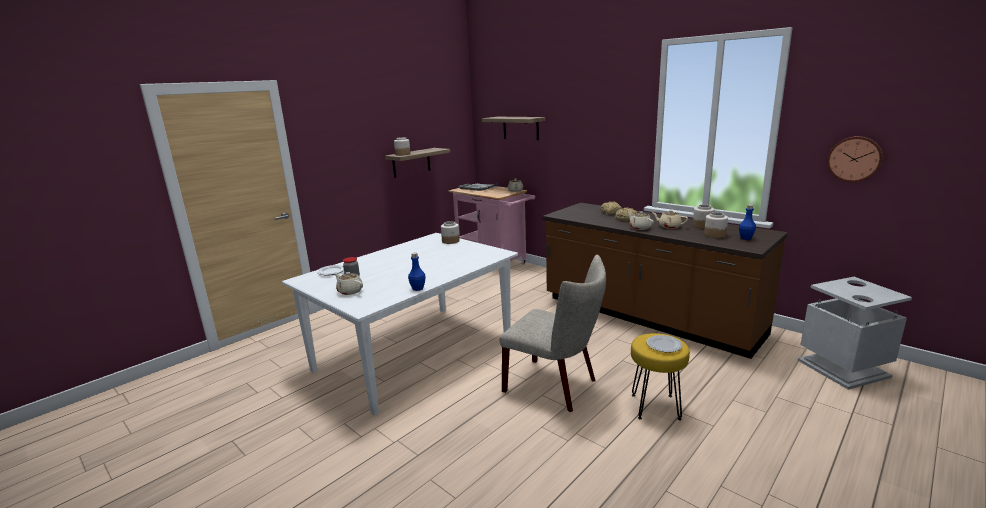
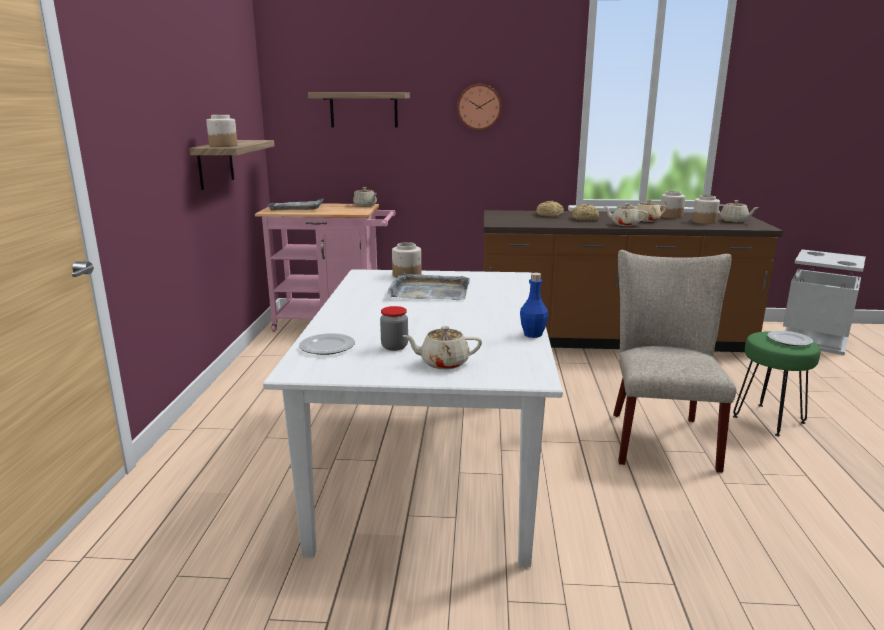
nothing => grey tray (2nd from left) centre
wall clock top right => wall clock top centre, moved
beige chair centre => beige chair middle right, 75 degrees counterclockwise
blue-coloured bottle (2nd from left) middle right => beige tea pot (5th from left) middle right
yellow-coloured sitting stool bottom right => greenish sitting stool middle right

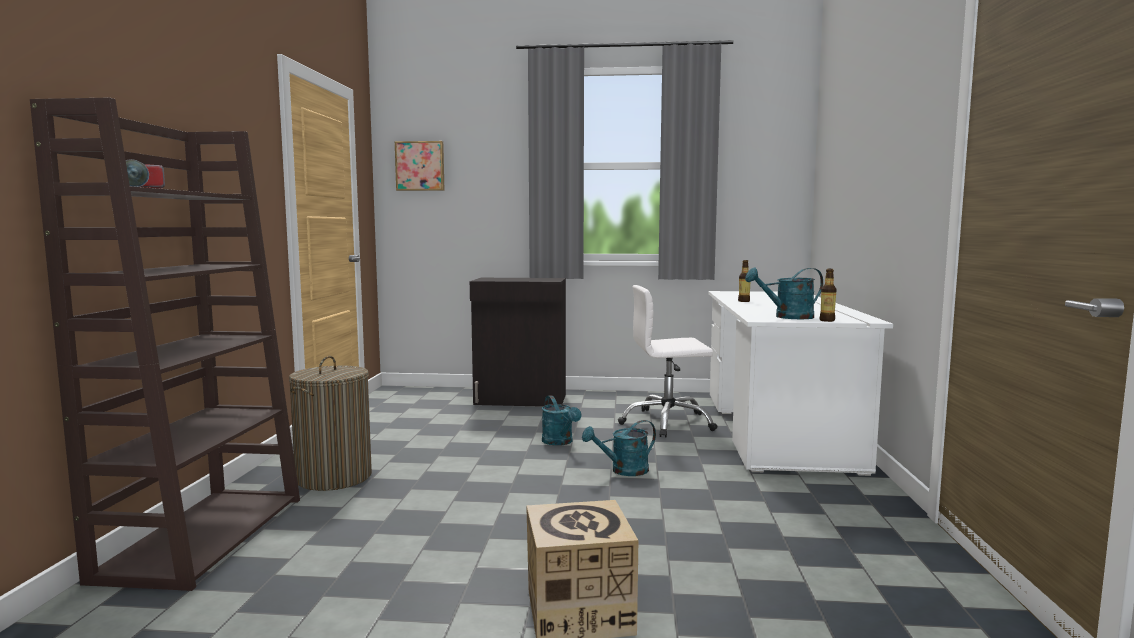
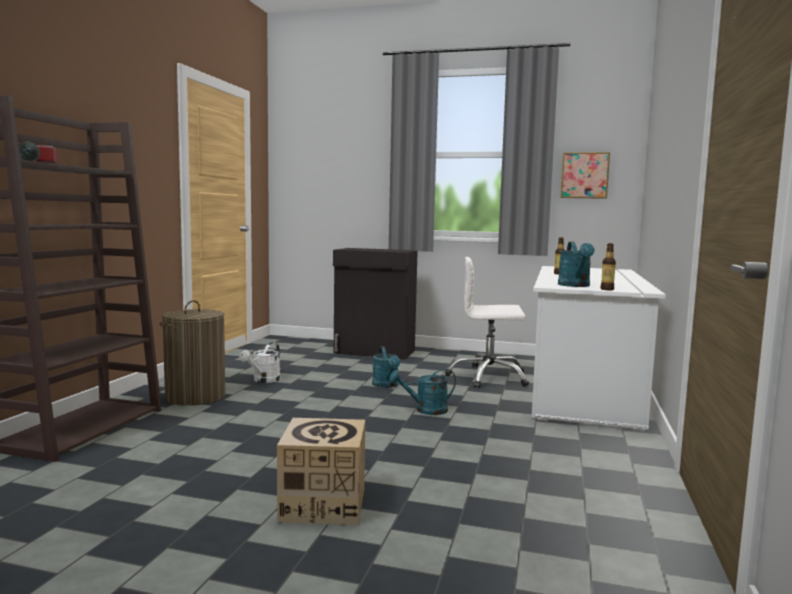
nothing => white-coloured sprinkling can middle left
turquoise sprinkling can (3rd from left) middle right, 90 degrees counterclockwise
wall art top centre => wall art top right, moved

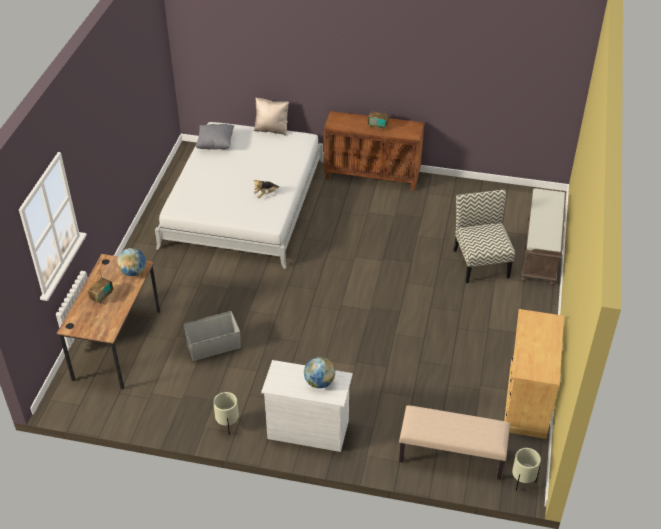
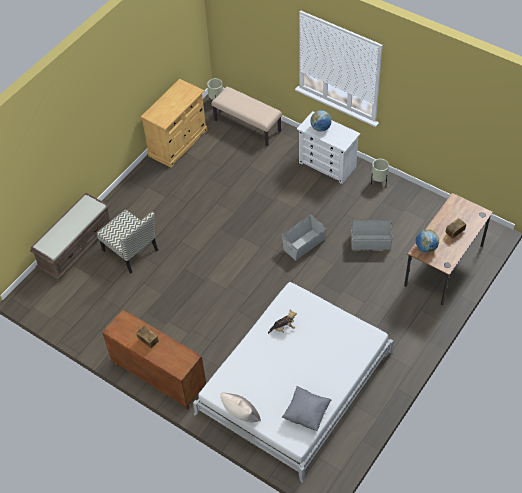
chair middle right => chair middle left, 60 degrees counterclockwise
nothing => grey storage box (1st from left) centre

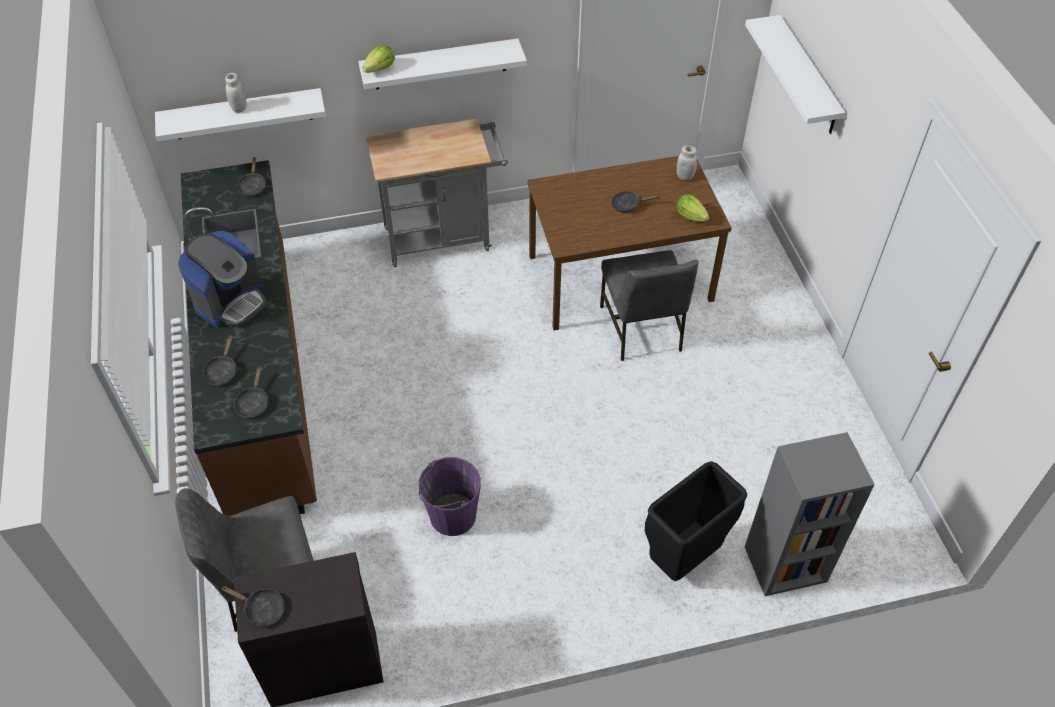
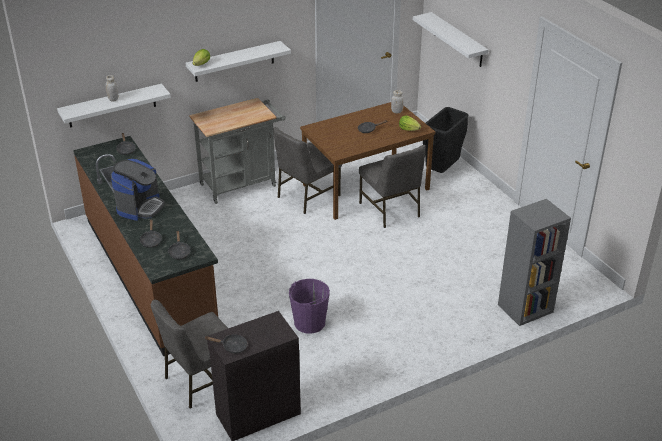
nothing => grey chair (2nd from left) centre
blackish trash can bottom centre => blackish trash can top right, moved

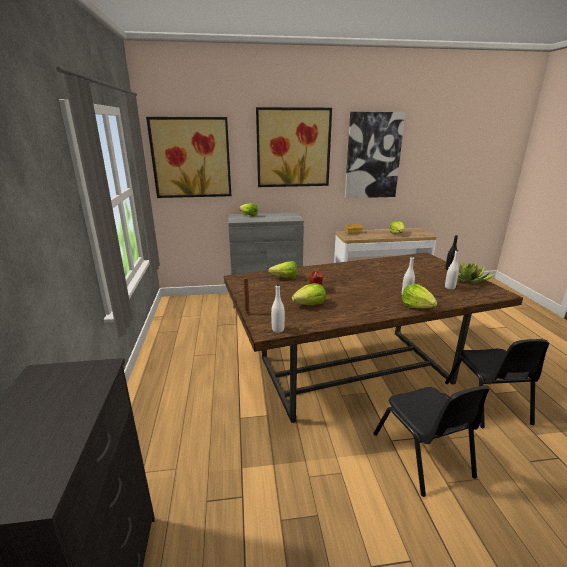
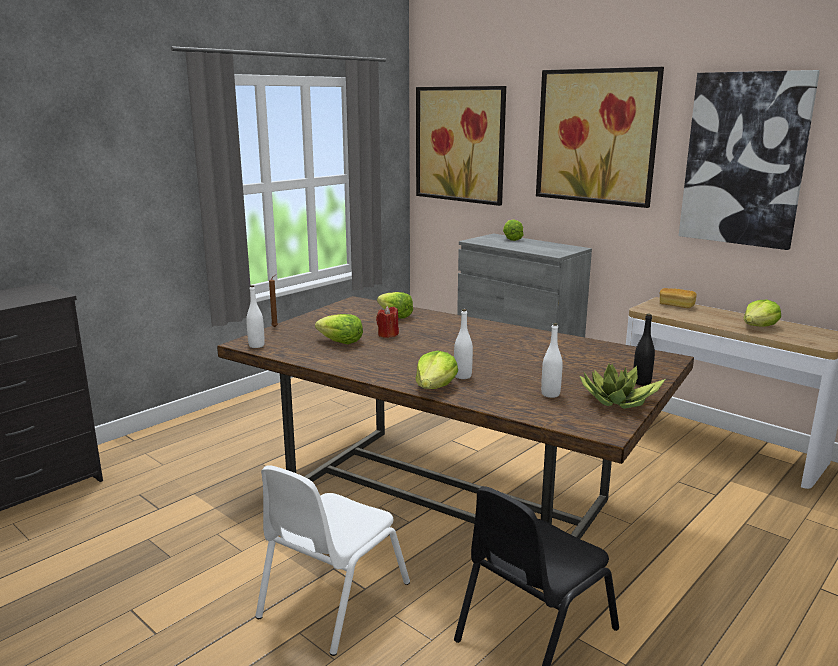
blackish chair (1st from left) bottom right => white-coloured chair bottom centre

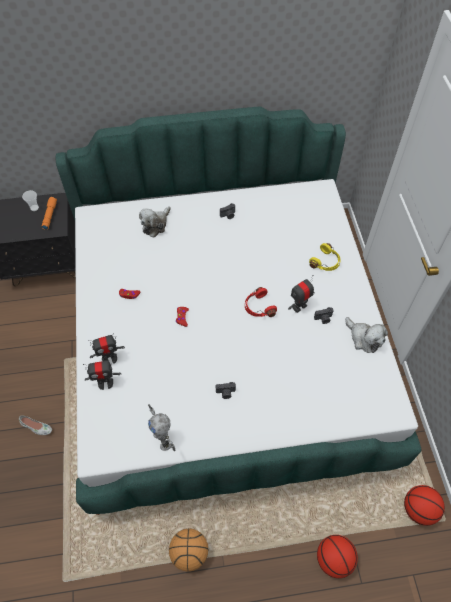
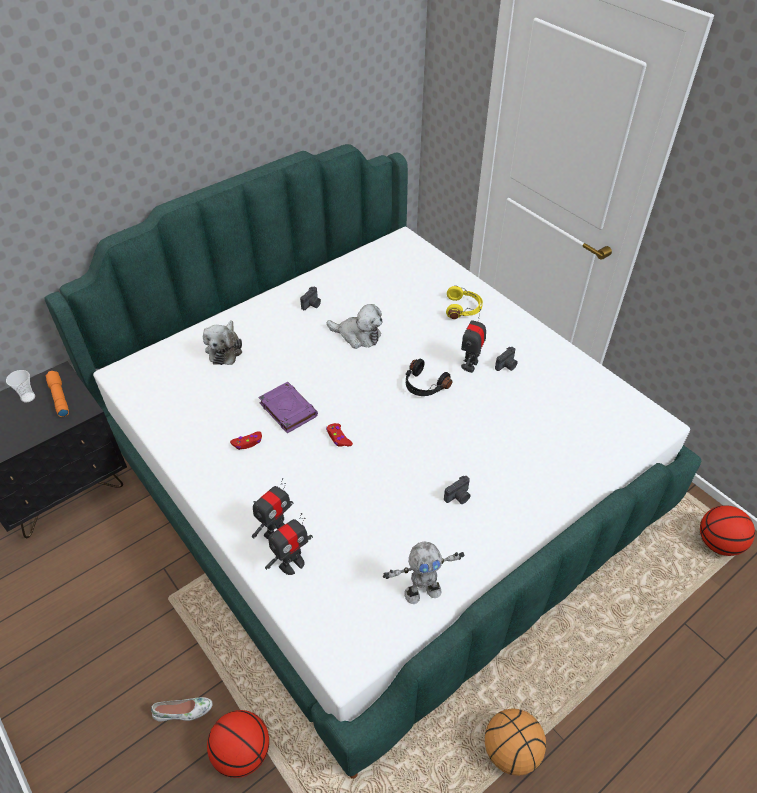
ball for basketball (2nd from left in the first image) bottom right => ball for basketball (1st from left) bottom left, moved
nothing => purplish bound book centre
cuddly toy (2nd from left) middle right => cuddly toy (2nd from left) centre, moved
toy robot (3rd from left) bottom centre, 45 degrees counterclockwise
red headphones centre => blackish headphones centre

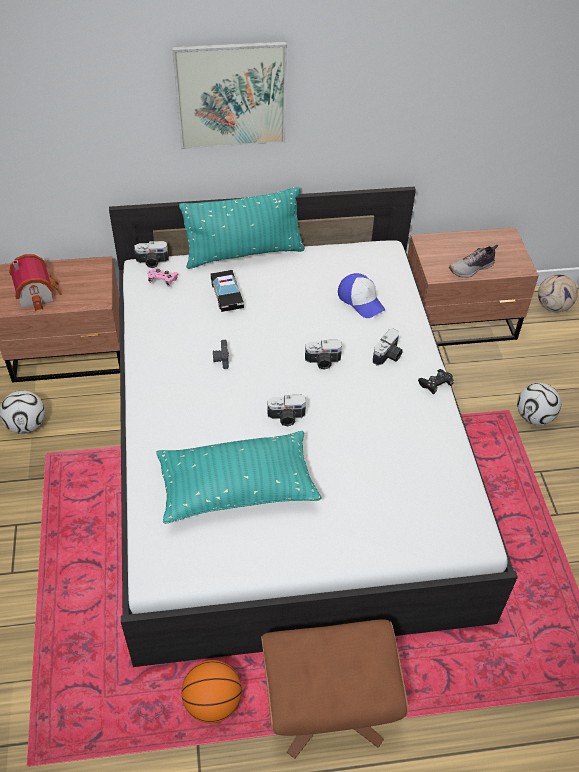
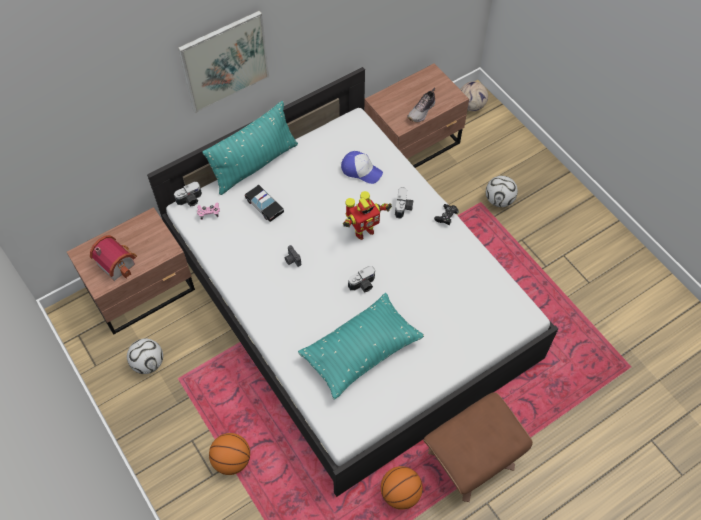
nothing => ball for basketball (1st from left) bottom left
photo camera (4th from left) centre => toy robot centre

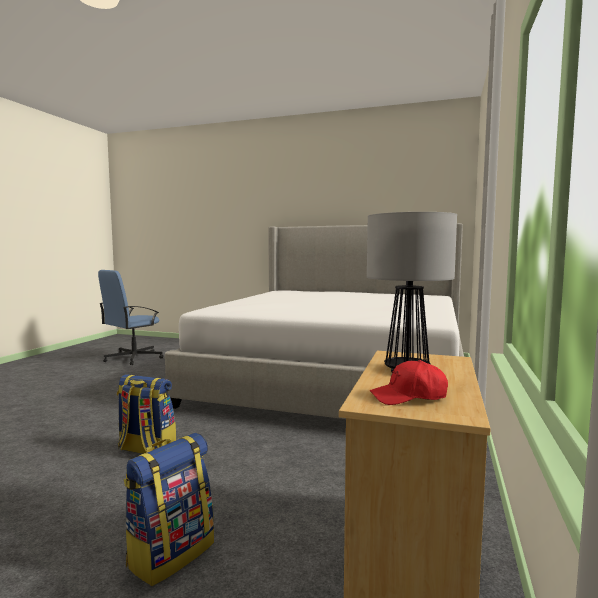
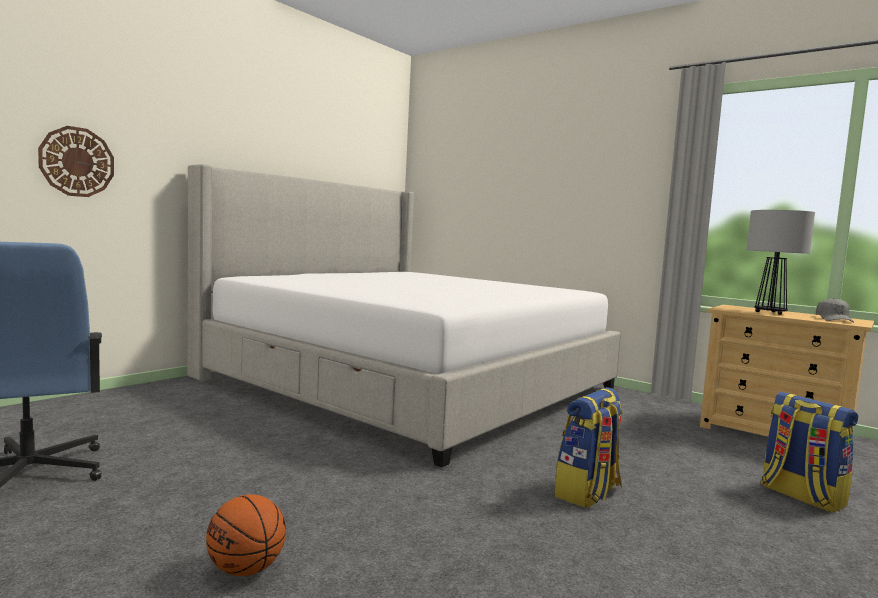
nothing => wall clock top left
nothing => ball for basketball bottom left
red cap middle right => grey cap middle right

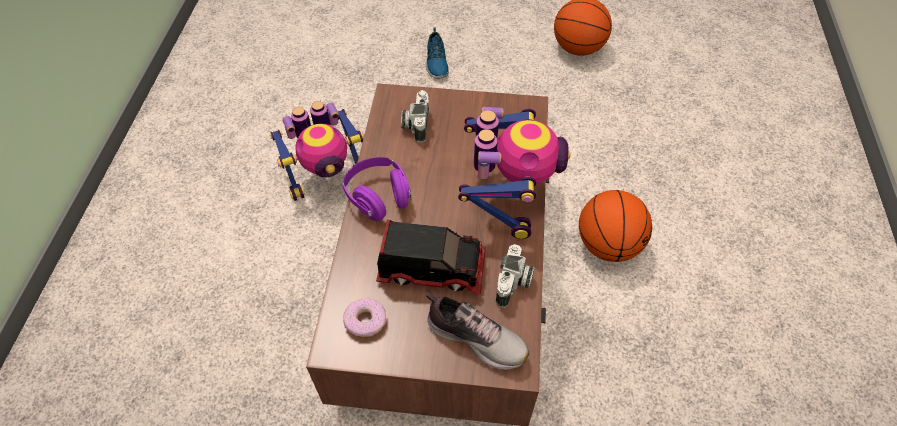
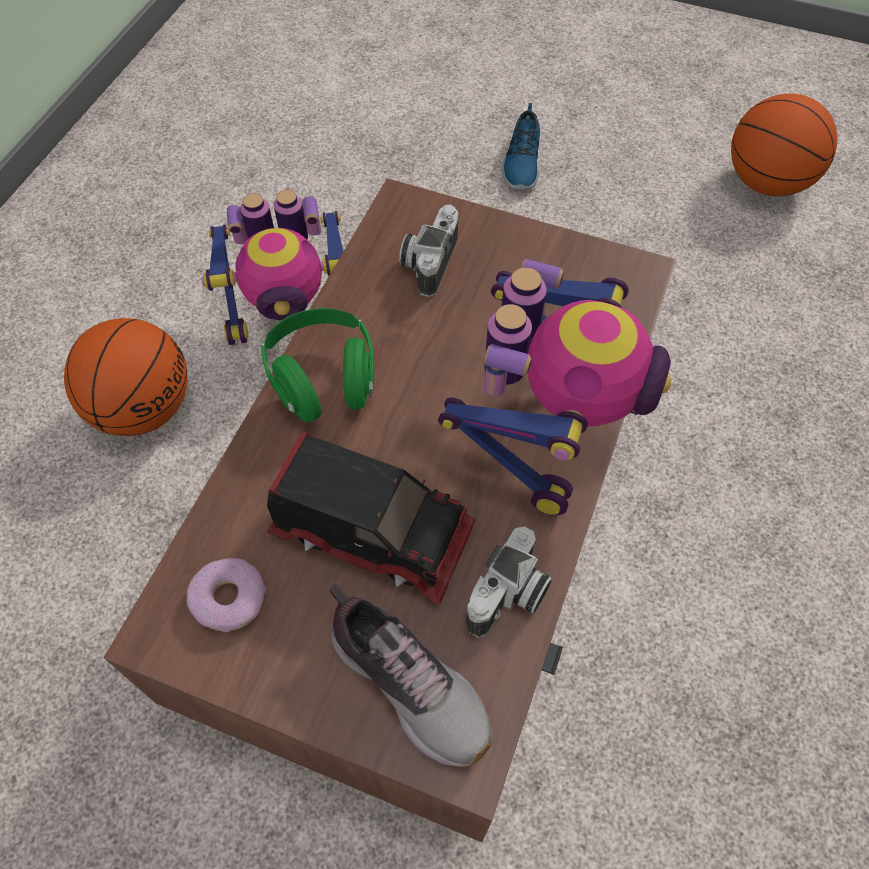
ball for basketball (2nd from left in the first image) middle right => ball for basketball (1st from left) middle left, moved
purplish headphones centre => greenish headphones centre

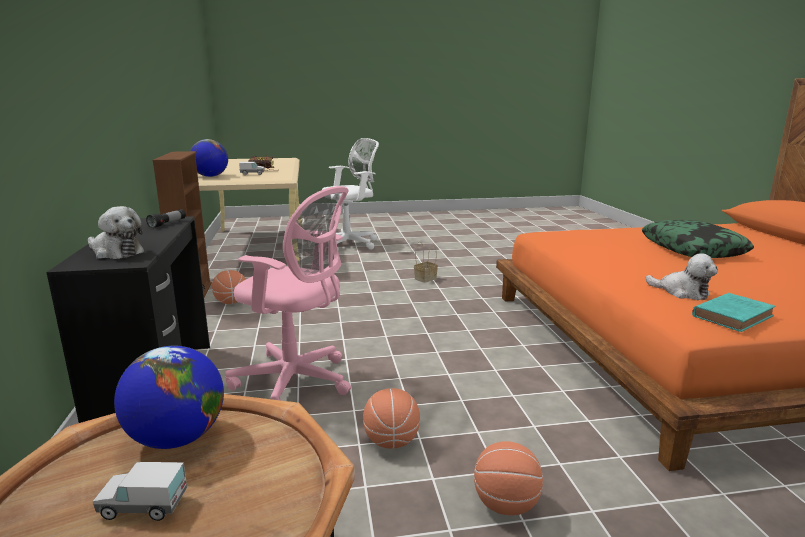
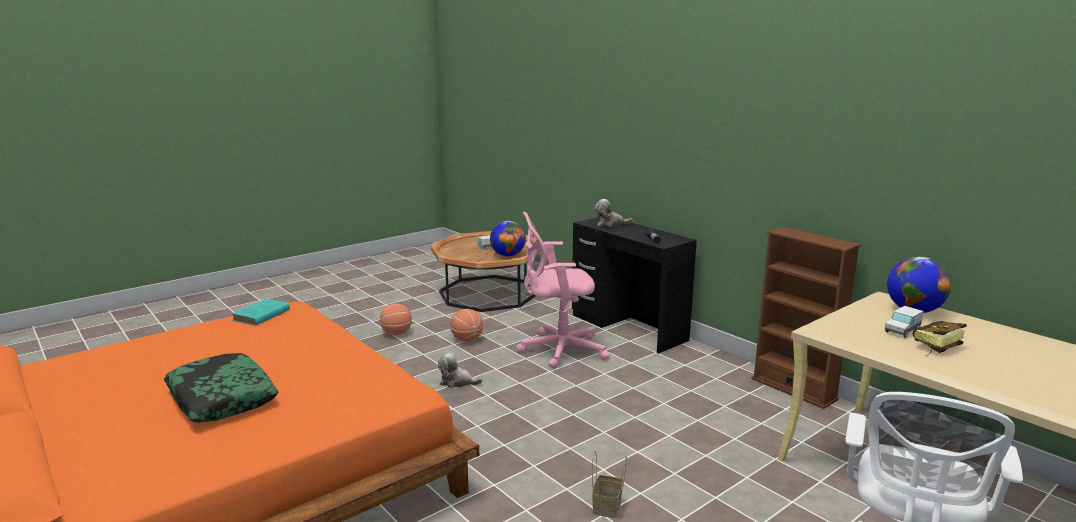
cuddly toy (2nd from left in the first image) middle right => cuddly toy (1st from left) bottom centre, moved
ball for basketball (1st from left) middle left => nothing

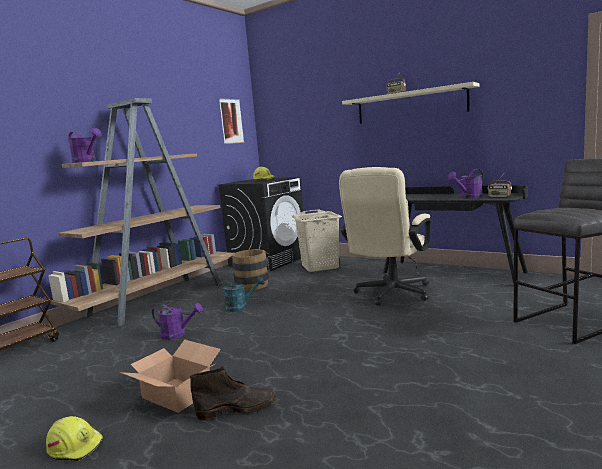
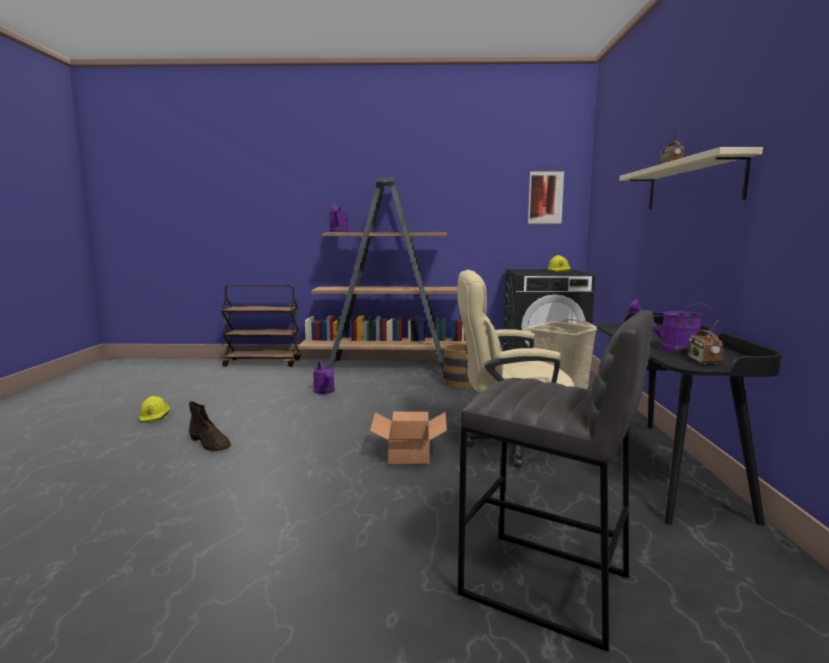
cardboard box bottom left => cardboard box centre, moved
turquoise sprinkling can centre => nothing

